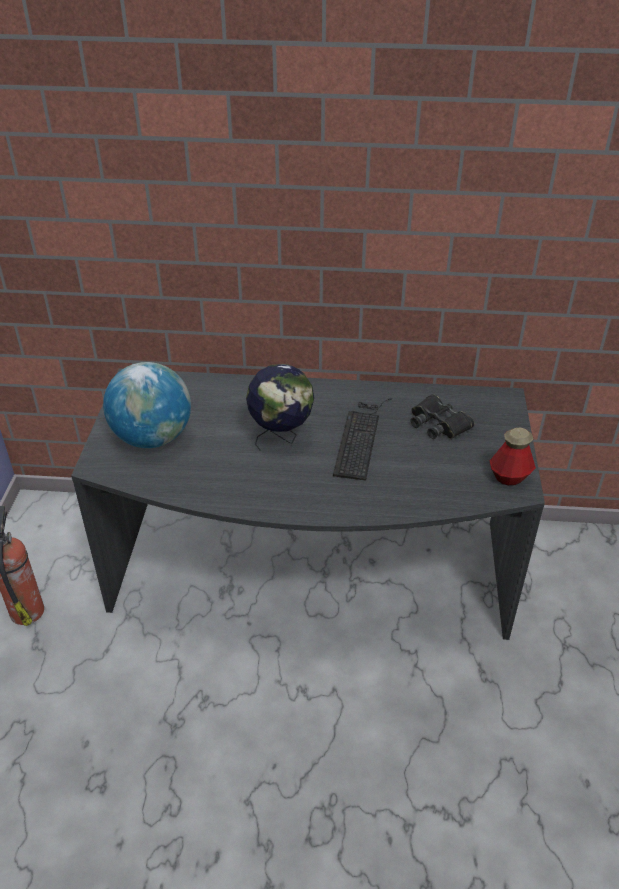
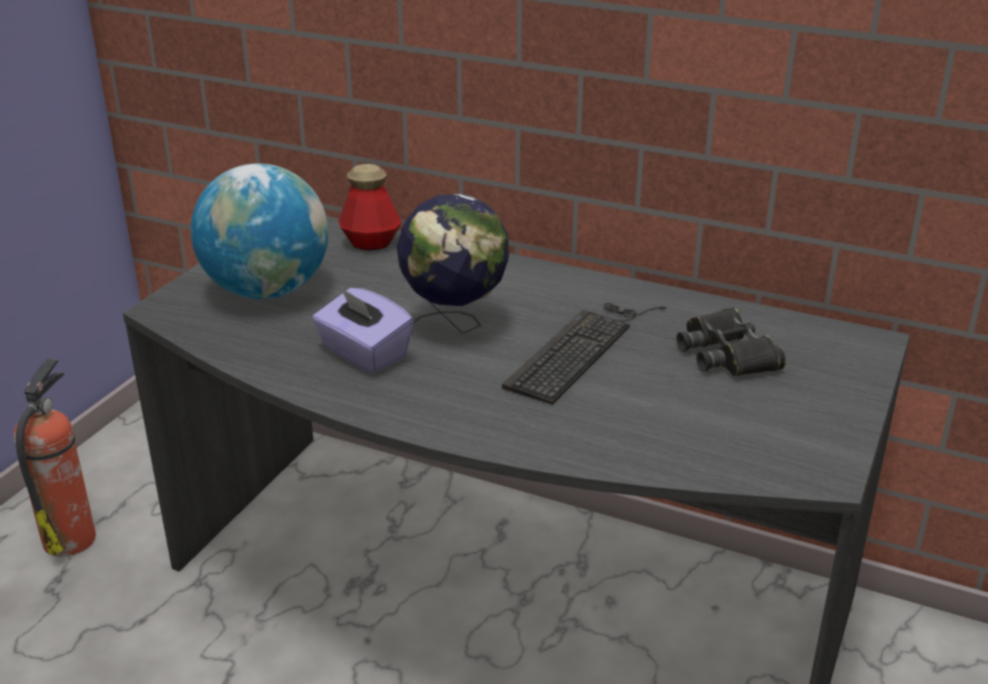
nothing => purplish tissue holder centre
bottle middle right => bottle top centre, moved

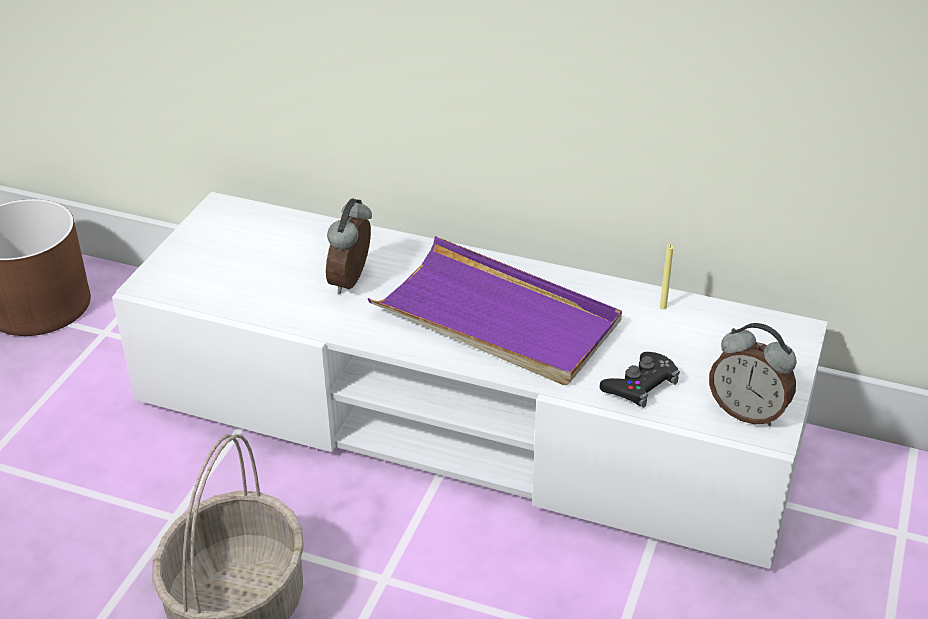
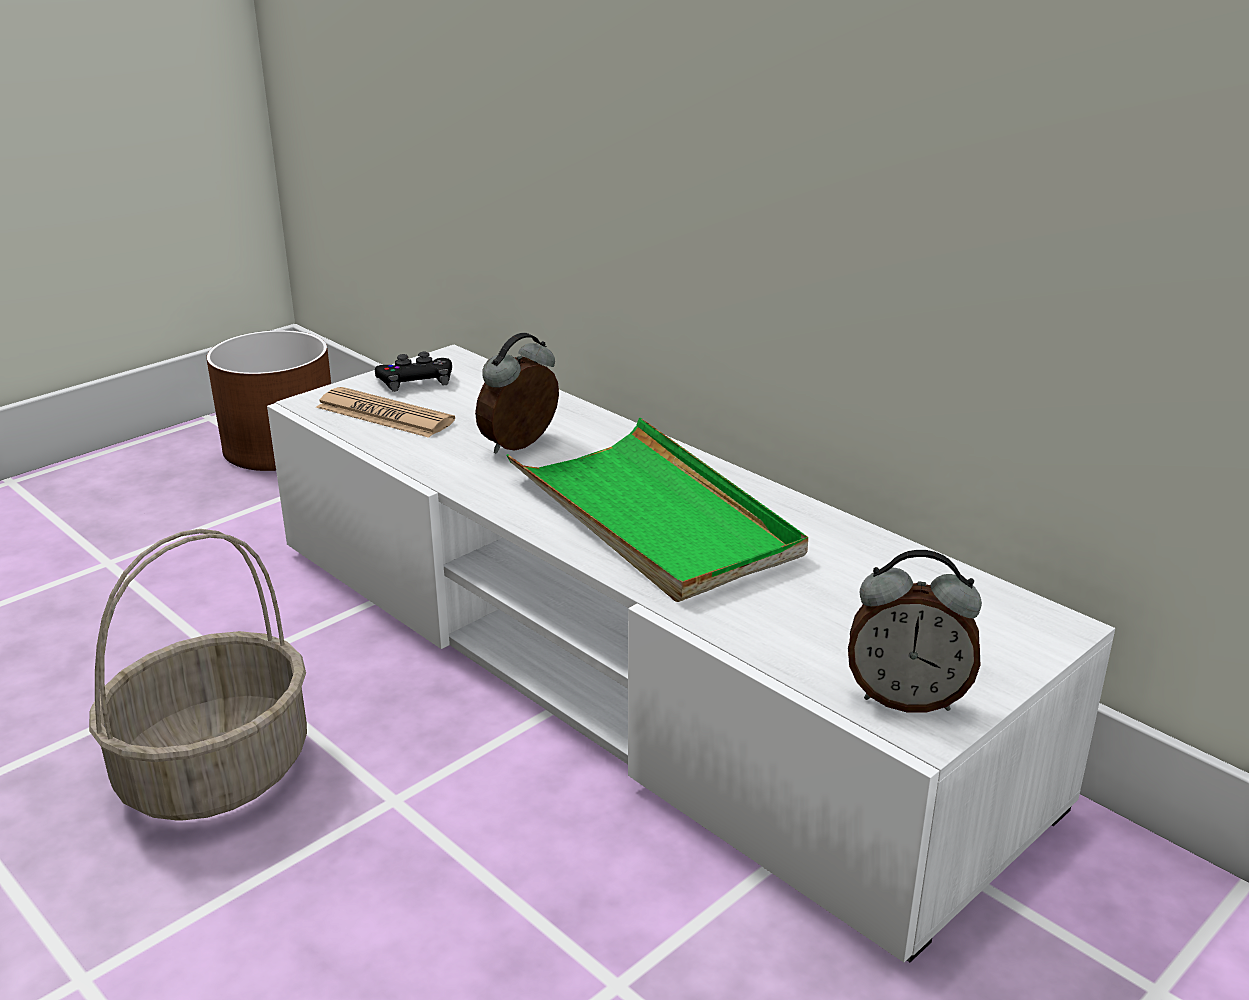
nothing => printed paper middle left
blackish joypad middle right => blackish joypad middle left, moved
purplish tray centre => greenish tray centre
bedside clock (2nd from left) middle right, 45 degrees counterclockwise
yellow-coloured wax light middle right => nothing

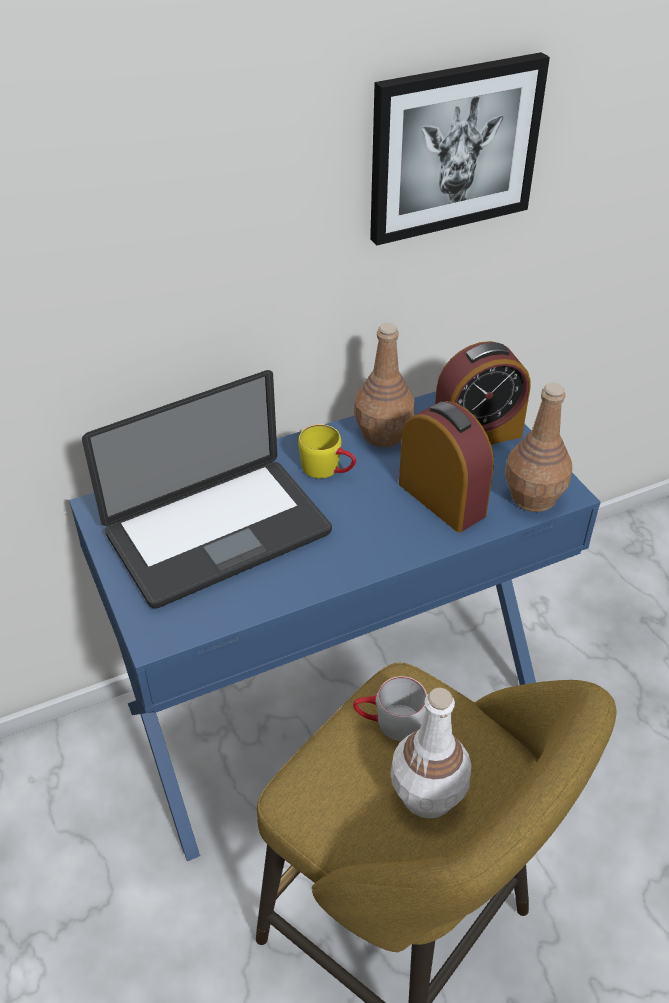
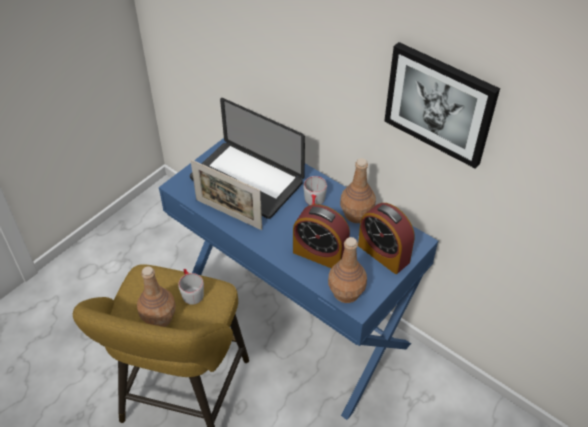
white-coloured bottle bottom centre => brown-coloured bottle (1st from left) bottom left
nothing => standing frame centre
bedside clock (1st from left) middle right => bedside clock (1st from left) centre, 90 degrees clockwise
yellow-coloured tea mug centre => grey tea mug (2nd from left) centre

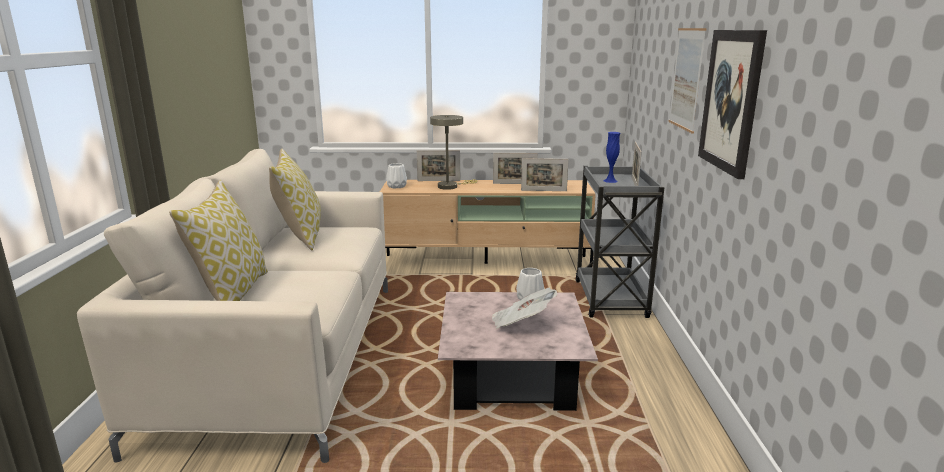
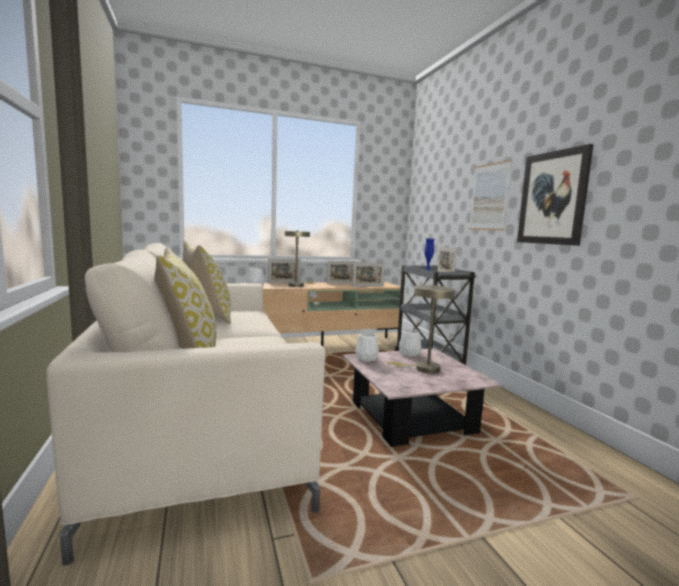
nothing => white-coloured flower vase (2nd from left) centre
printed paper centre => beige tabletop lamp (2nd from left) centre

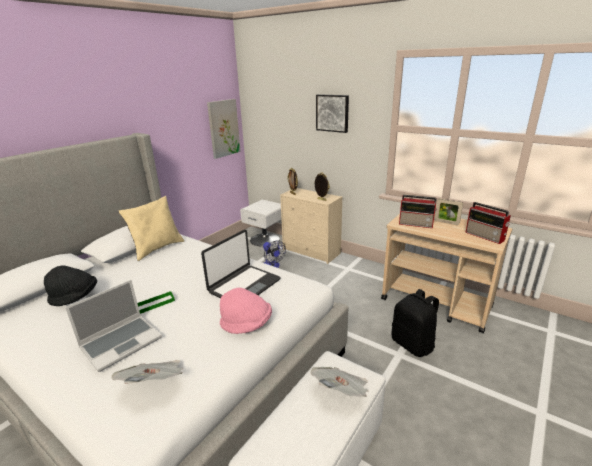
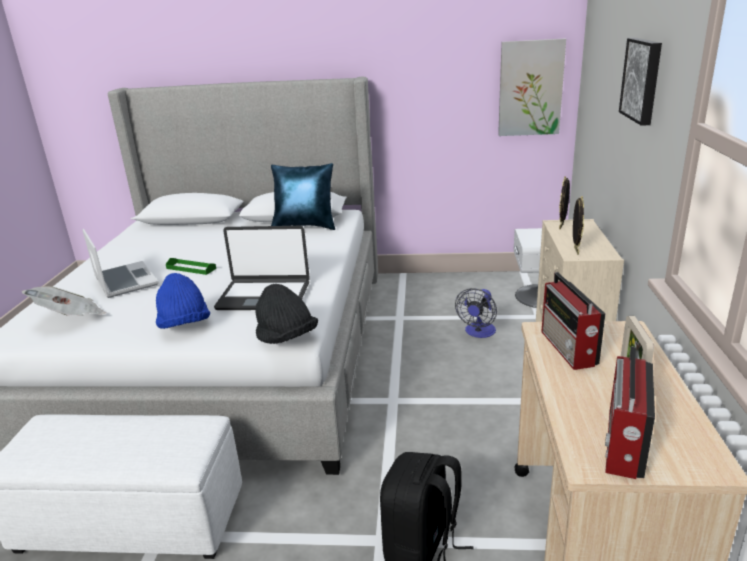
notebook computer (1st from left) bottom left => notebook computer (1st from left) middle left, 135 degrees counterclockwise
pink-coloured clothing hat bottom centre => blue-coloured clothing hat middle left
blackish clothing hat middle left => blackish clothing hat centre, moved
beige pillow middle left => blue-coloured pillow centre
printed paper (2nd from left) bottom centre => nothing

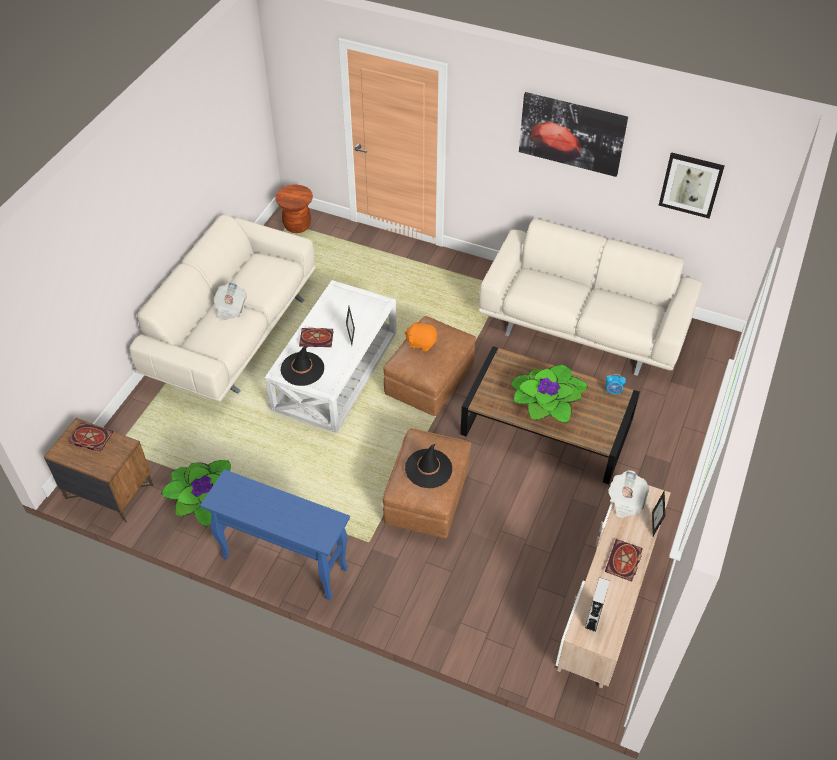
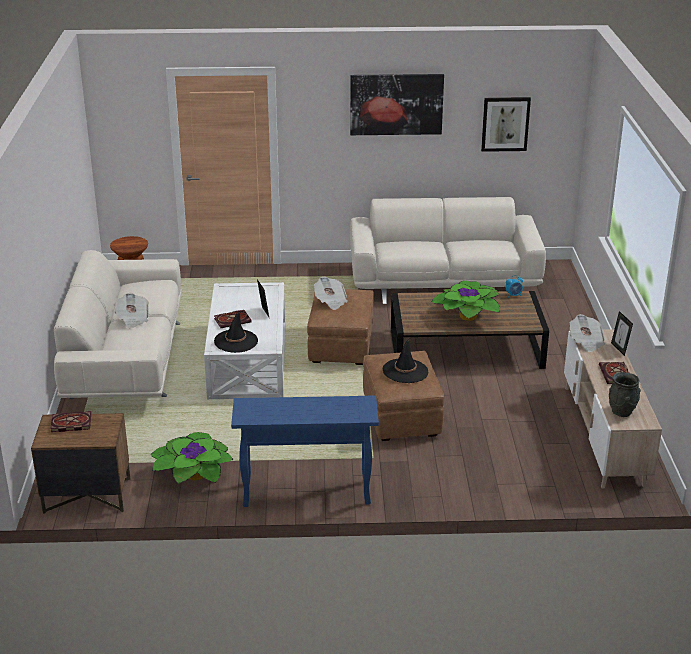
orange cuddly toy centre => printed paper (2nd from left) centre
grey speaker bottom right => grey flower vase middle right

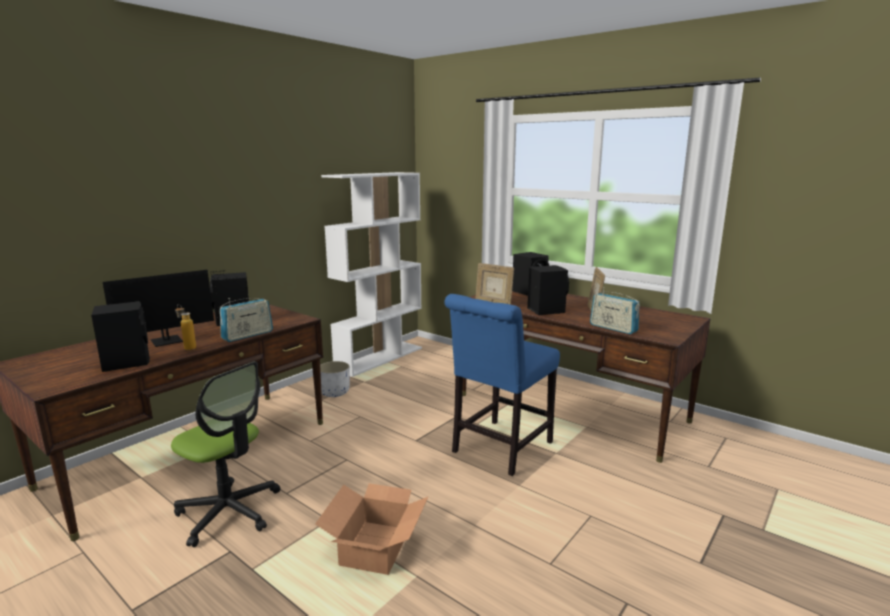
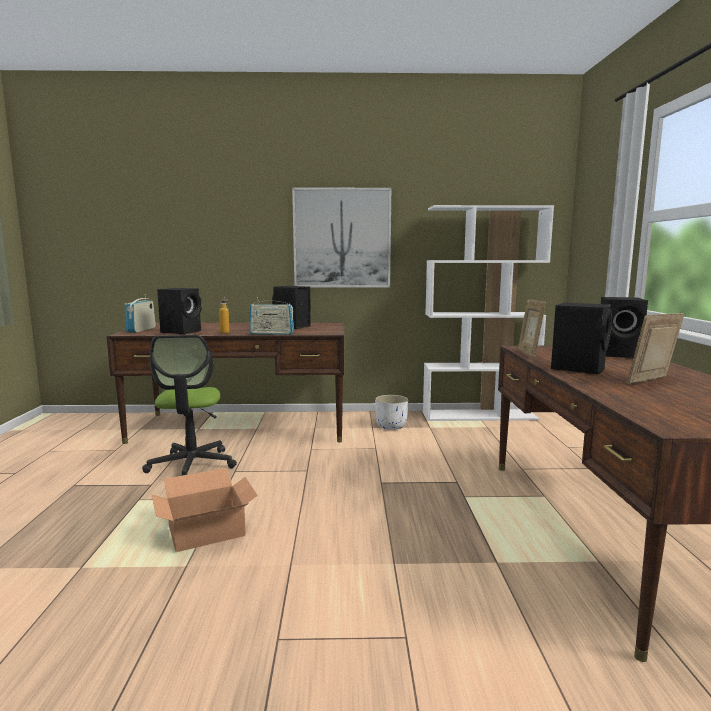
radio receiver (2nd from left in the first image) middle right => radio receiver (1st from left) middle left, moved
nothing => wall art centre
monitor middle left => nothing
blue-coloured chair centre => nothing

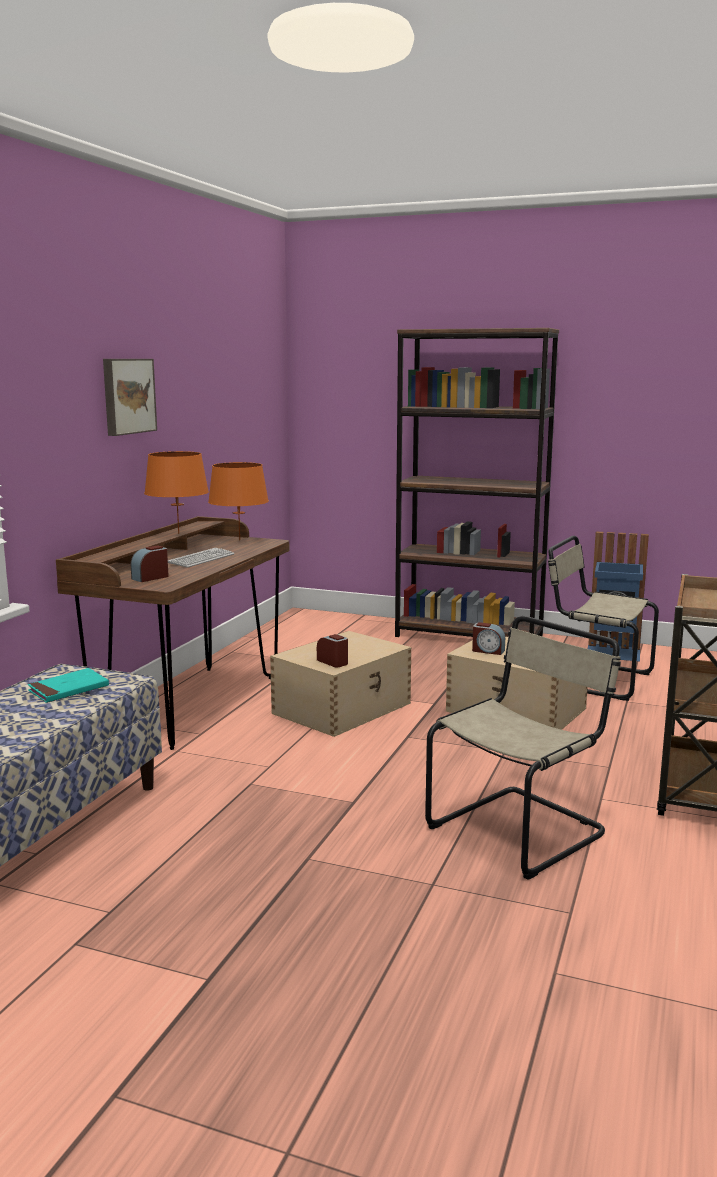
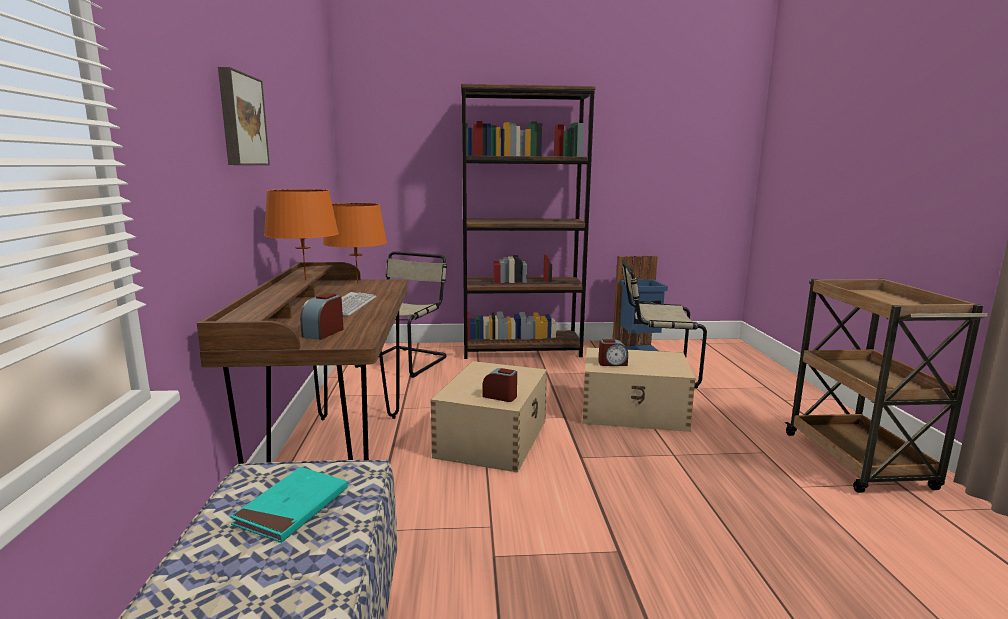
beige chair (1st from left) middle right => beige chair (1st from left) centre, moved

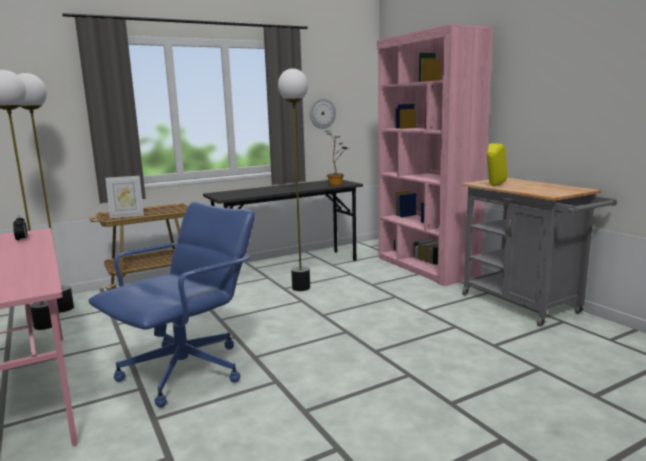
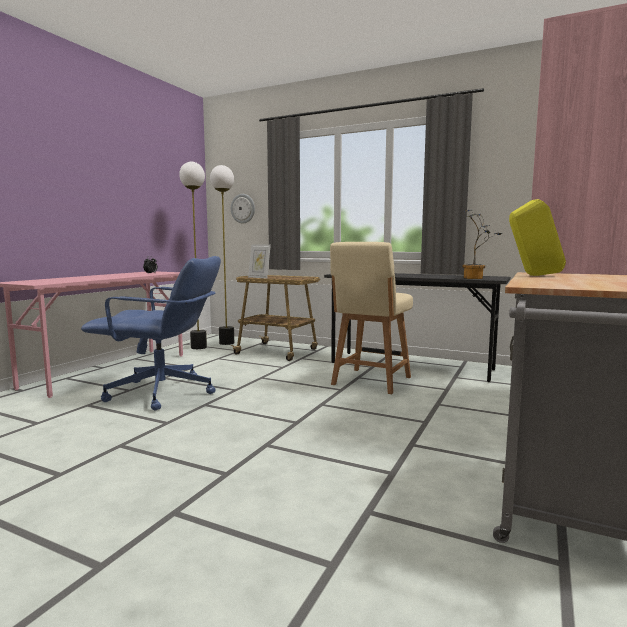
wall clock top centre => wall clock centre, moved
standard lamp (3rd from left) centre => beige chair centre

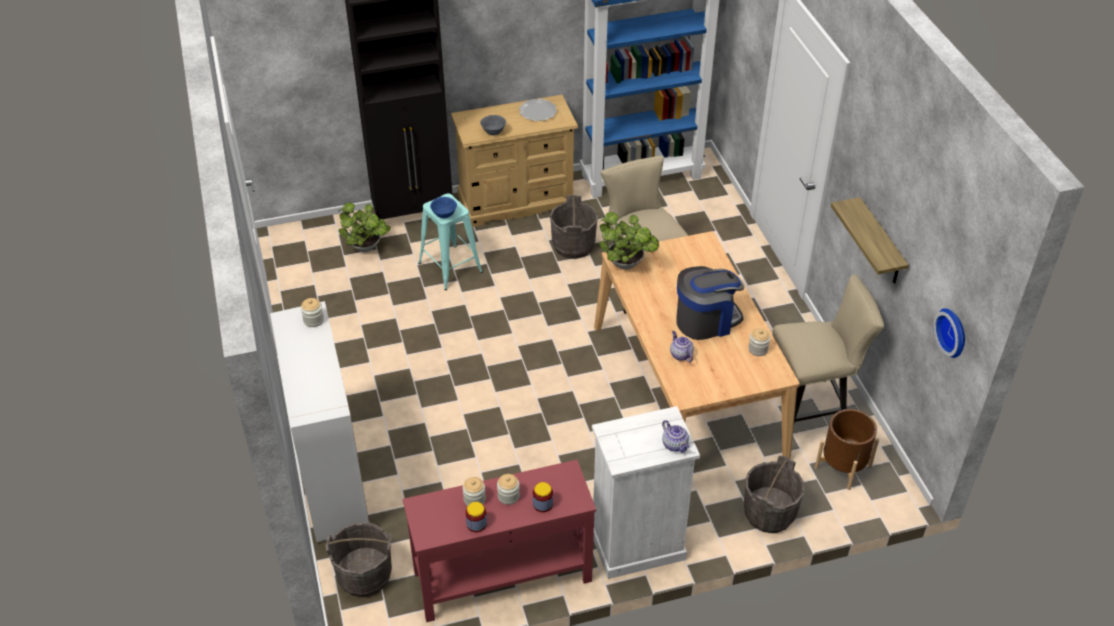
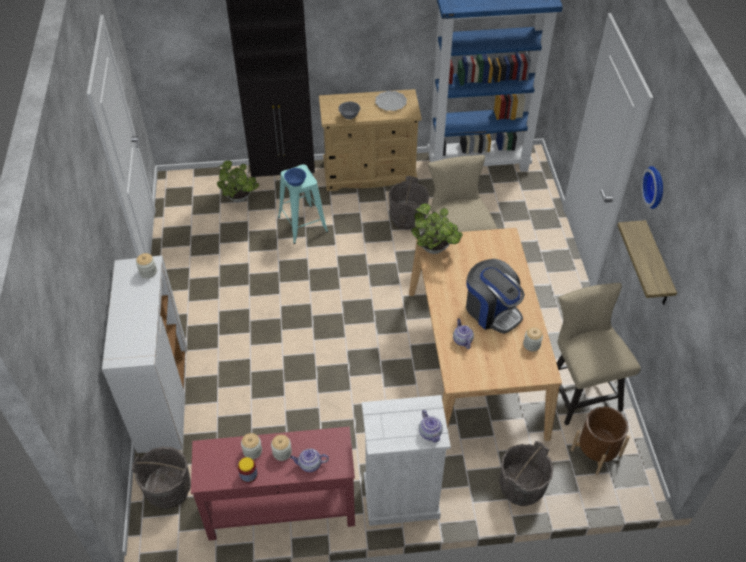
storage jar (5th from left) bottom centre => tea pot (1st from left) bottom centre
coffee maker centre, 60 degrees clockwise
beige chair (2nd from left) middle right, 105 degrees counterclockwise
wall clock middle right => wall clock top right, moved

